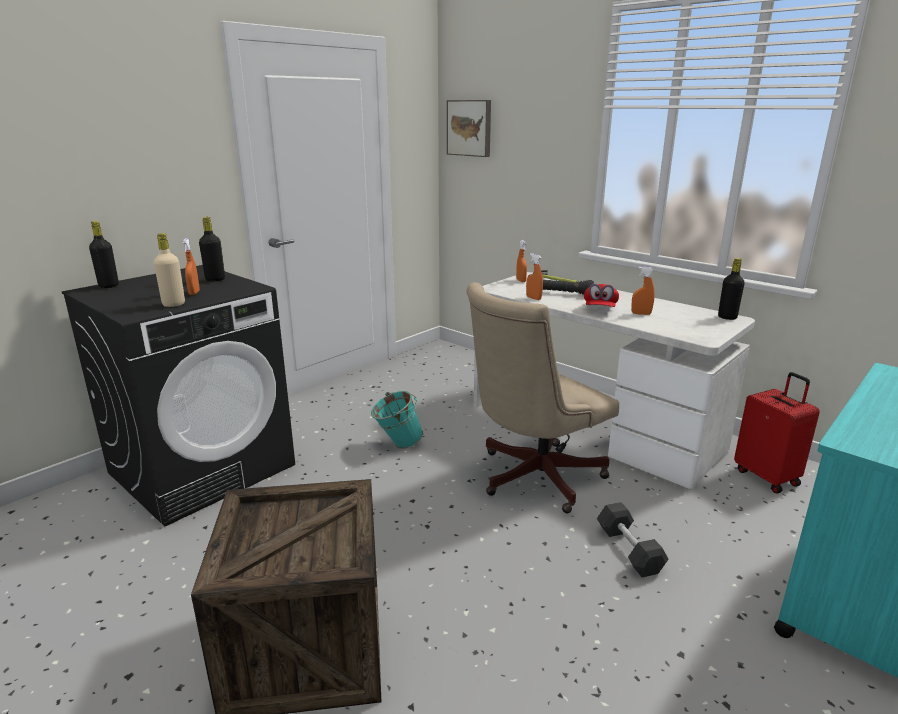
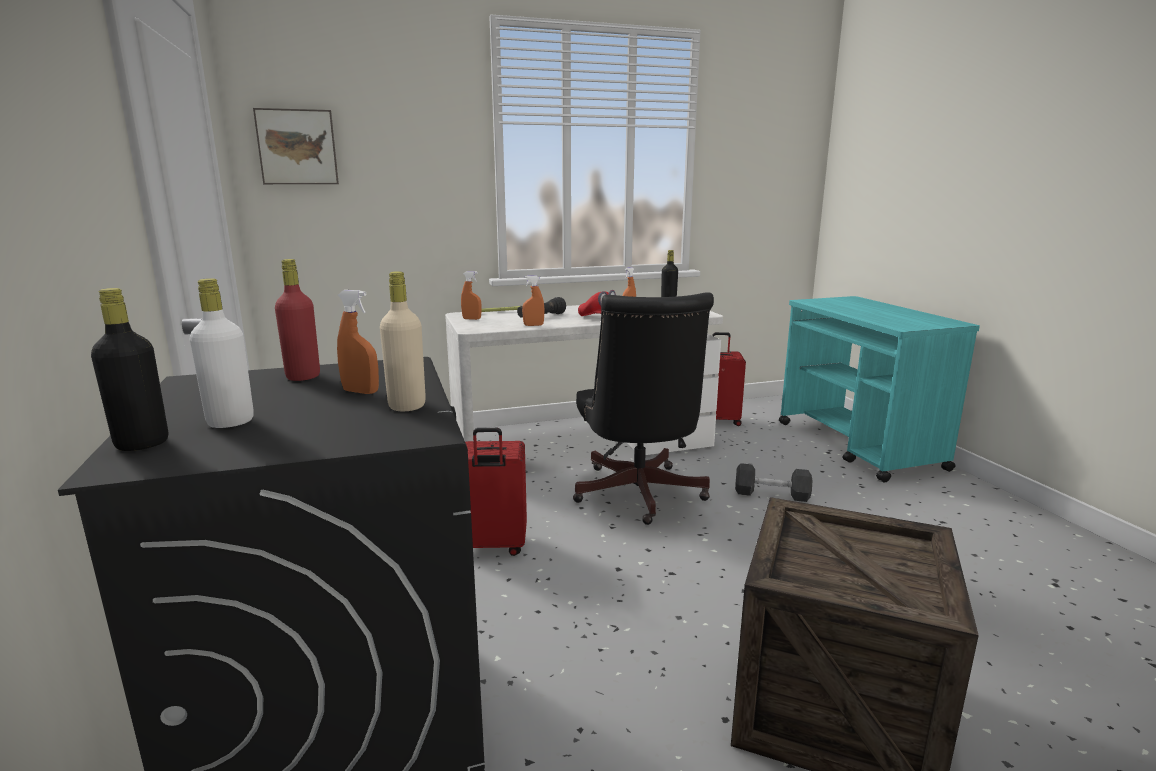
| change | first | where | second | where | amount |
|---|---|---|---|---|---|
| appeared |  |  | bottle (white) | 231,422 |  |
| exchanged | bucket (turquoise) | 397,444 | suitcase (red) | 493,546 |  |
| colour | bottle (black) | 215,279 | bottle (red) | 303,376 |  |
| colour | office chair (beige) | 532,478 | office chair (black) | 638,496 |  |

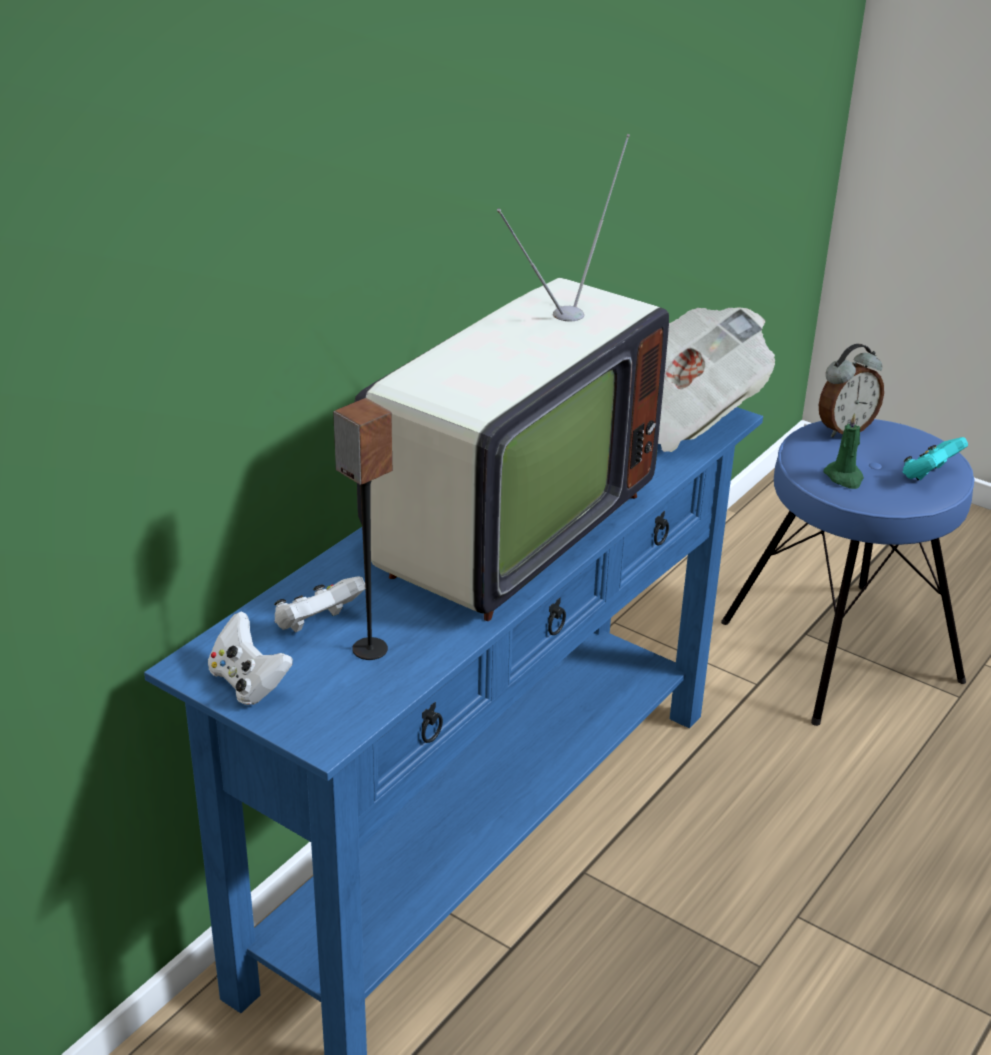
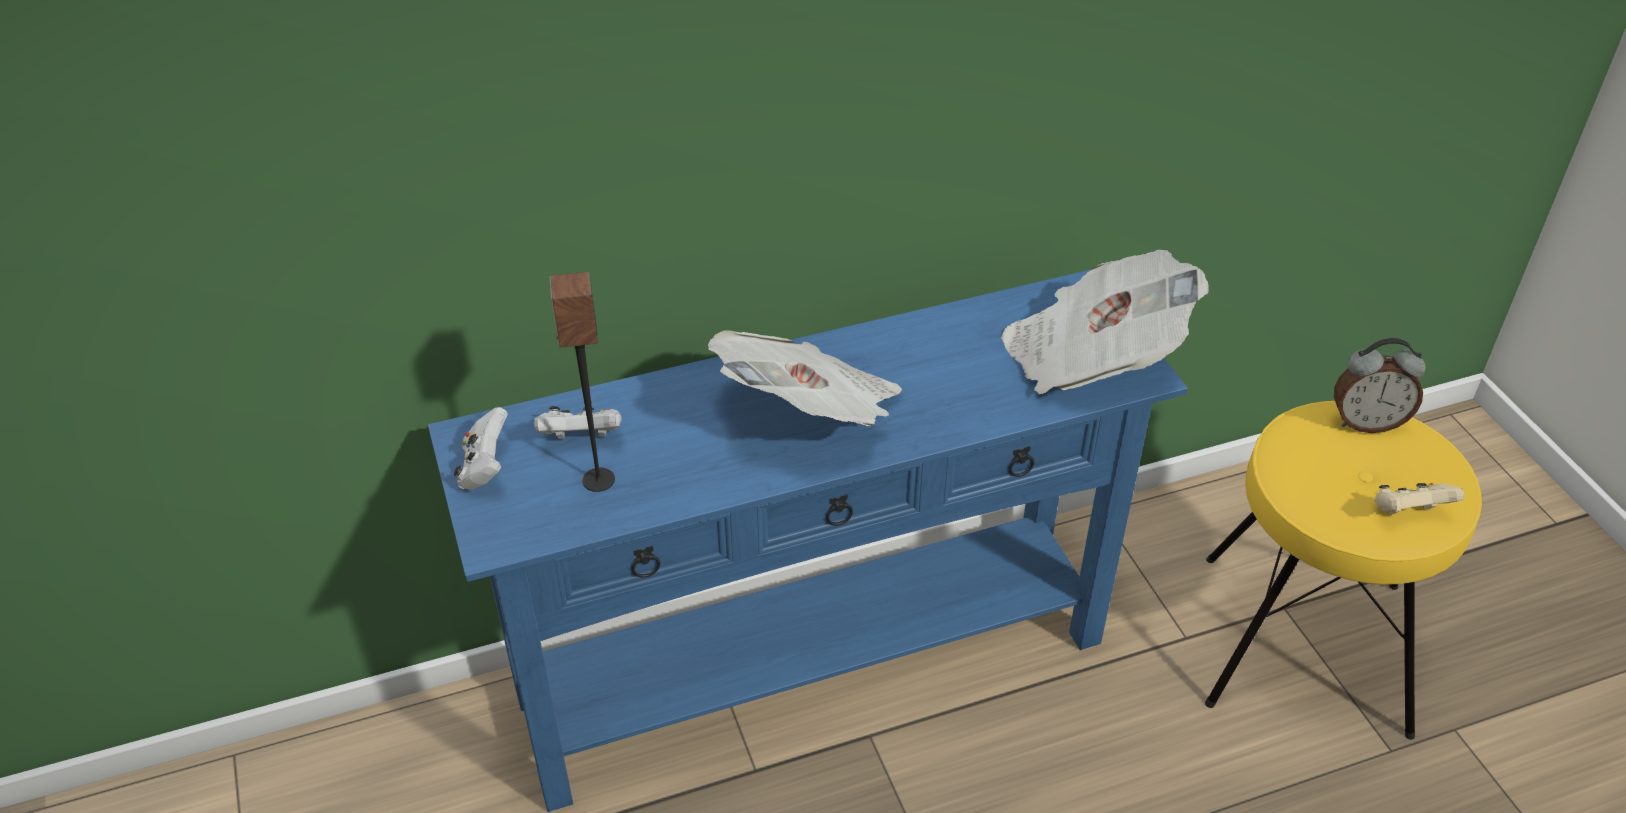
| change | first | where | second | where | amount |
|---|---|---|---|---|---|
| missing | candle (green) | 844,477 |  |  |  |
| exchanged | television | 501,532 | newspaper | 811,414 |  |
| colour | stool (blue) | 840,650 | stool (yellow) | 1306,642 |  |
| colour | game controller (turquoise) | 929,475 | game controller (beige) | 1409,513 |  |

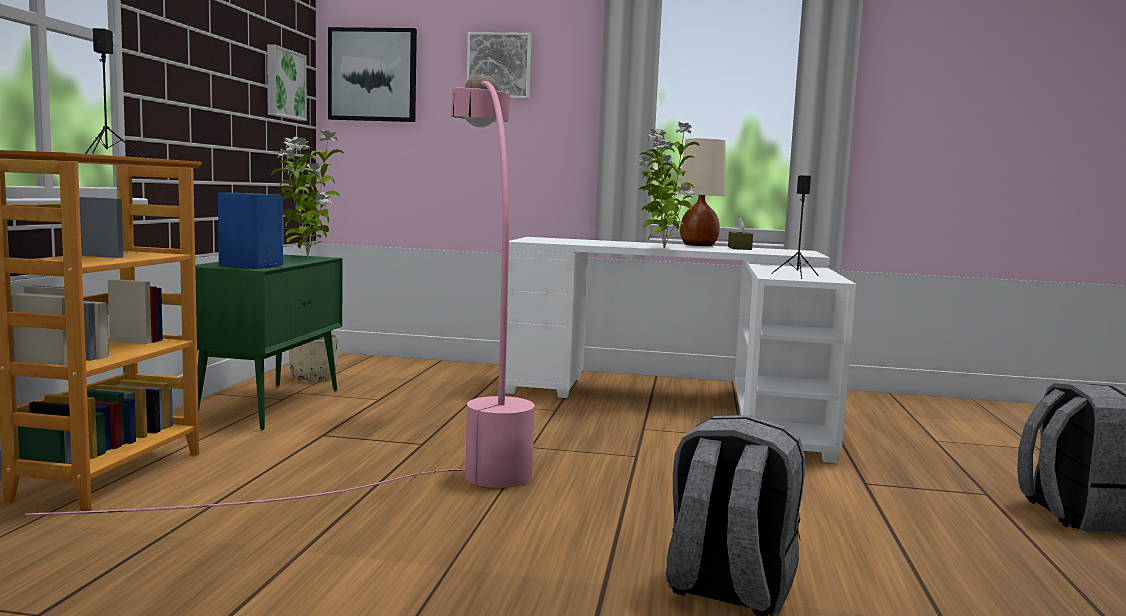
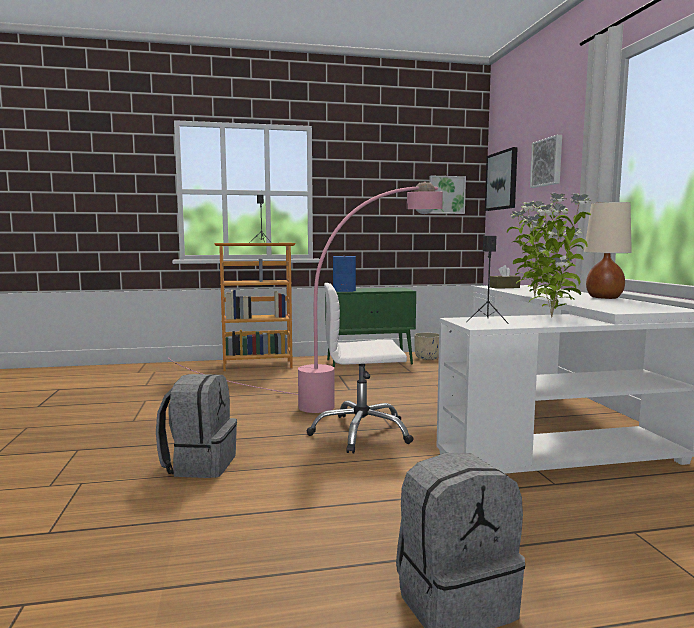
| change | first | where | second | where | amount |
|---|---|---|---|---|---|
| appeared |  |  | office chair (white) | 361,433 |  |
| relocated | potted plant | 306,257 |  | 551,317 |  |
| relocated | tissue box (brown) | 739,248 |  | 504,287 |  |

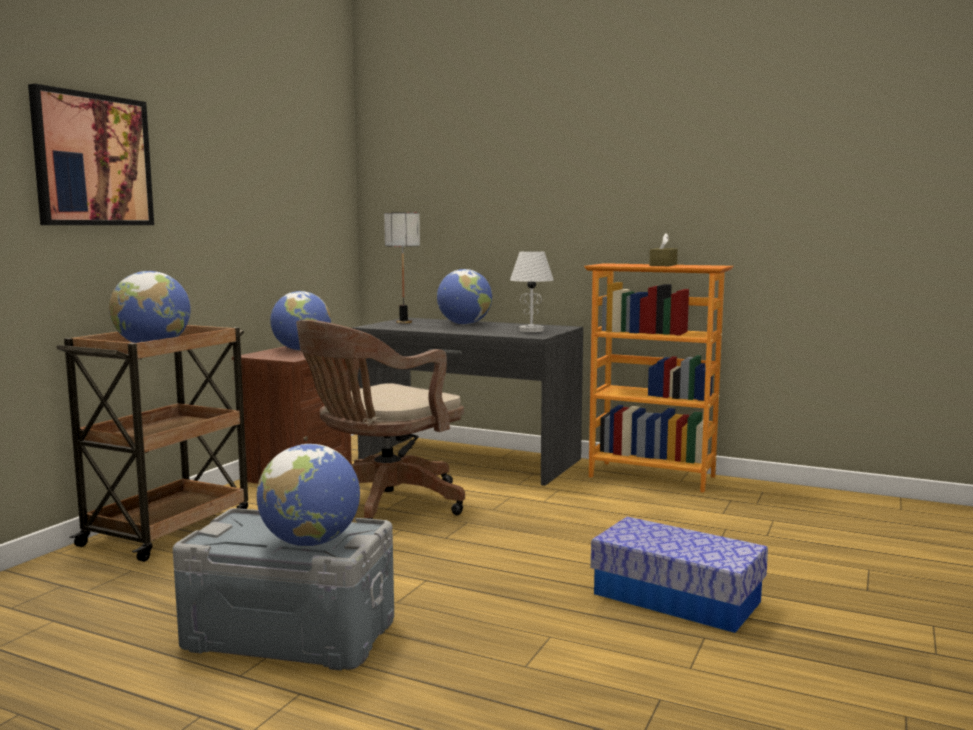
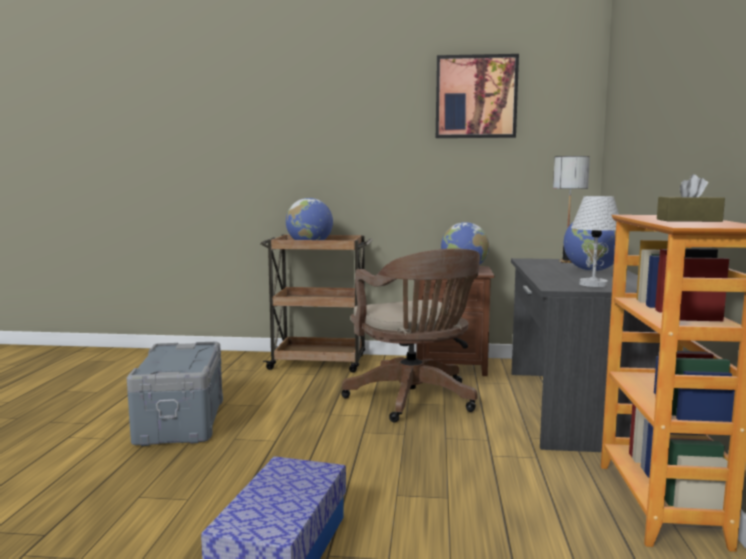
| change | first | where | second | where | amount |
|---|---|---|---|---|---|
| missing | globe | 310,542 |  |  |  |
| relocated | picture | 92,160 |  | 476,97 |  |
| spun | office chair (brown) | 381,504 |  | 414,400 | 135 degrees counterclockwise |

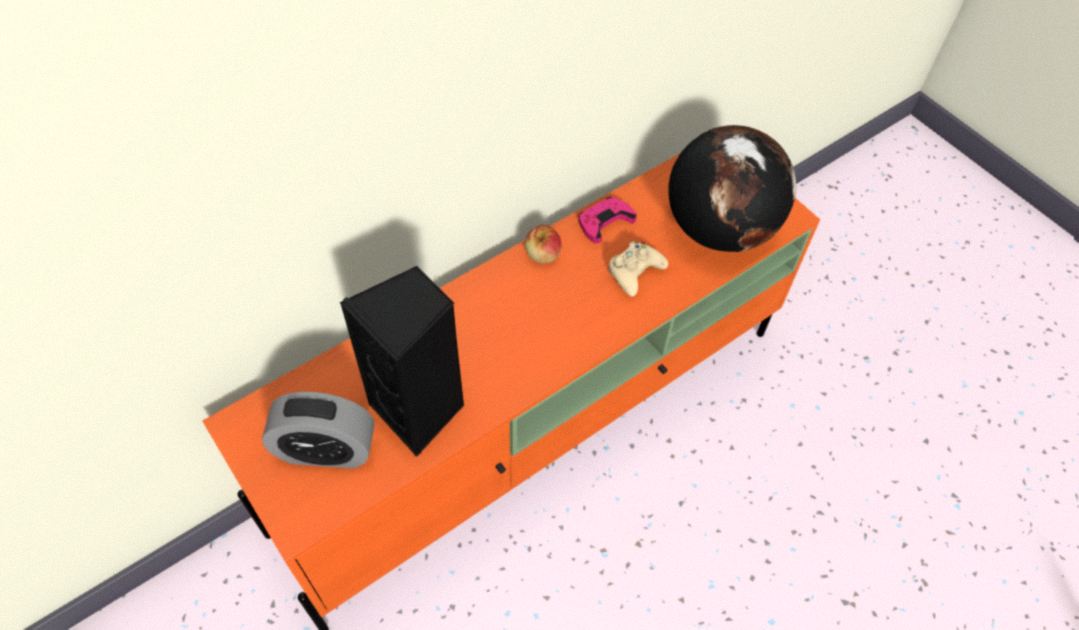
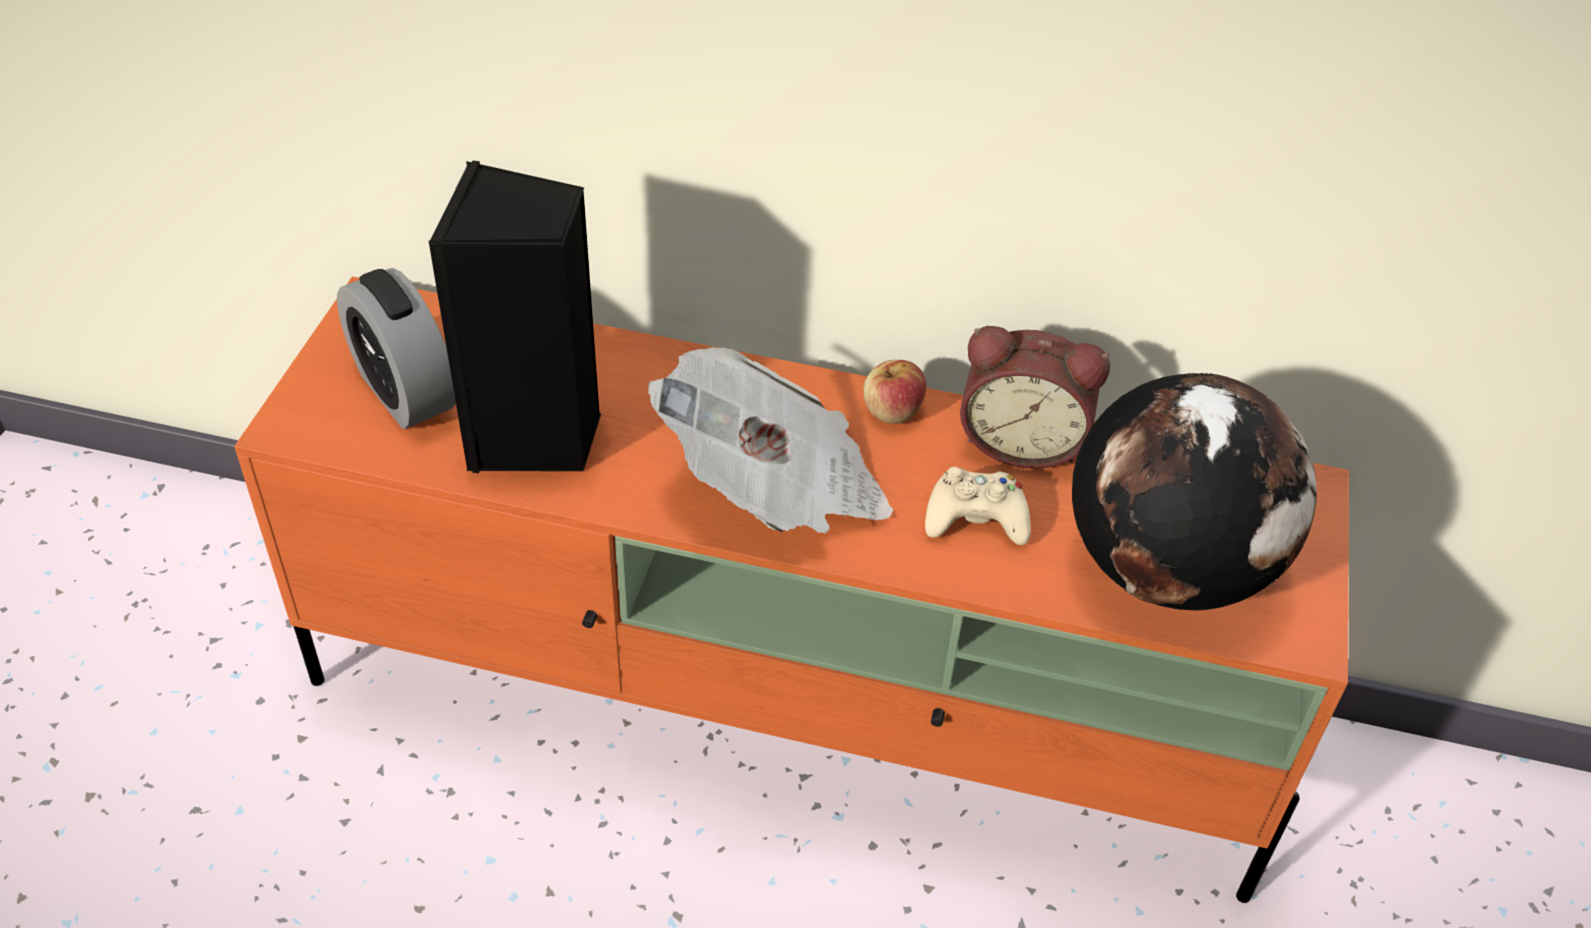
| change | first | where | second | where | amount |
|---|---|---|---|---|---|
| appeared |  |  | newspaper | 774,488 |  |
| exchanged | game controller (pink) | 605,222 | alarm clock | 1022,440 |  |

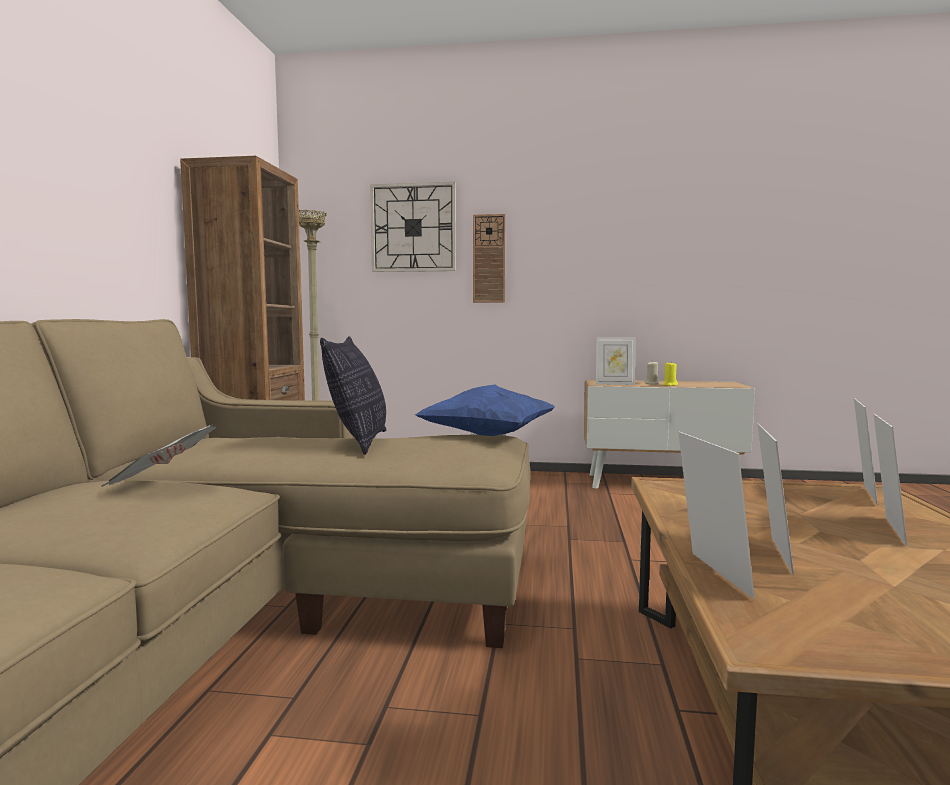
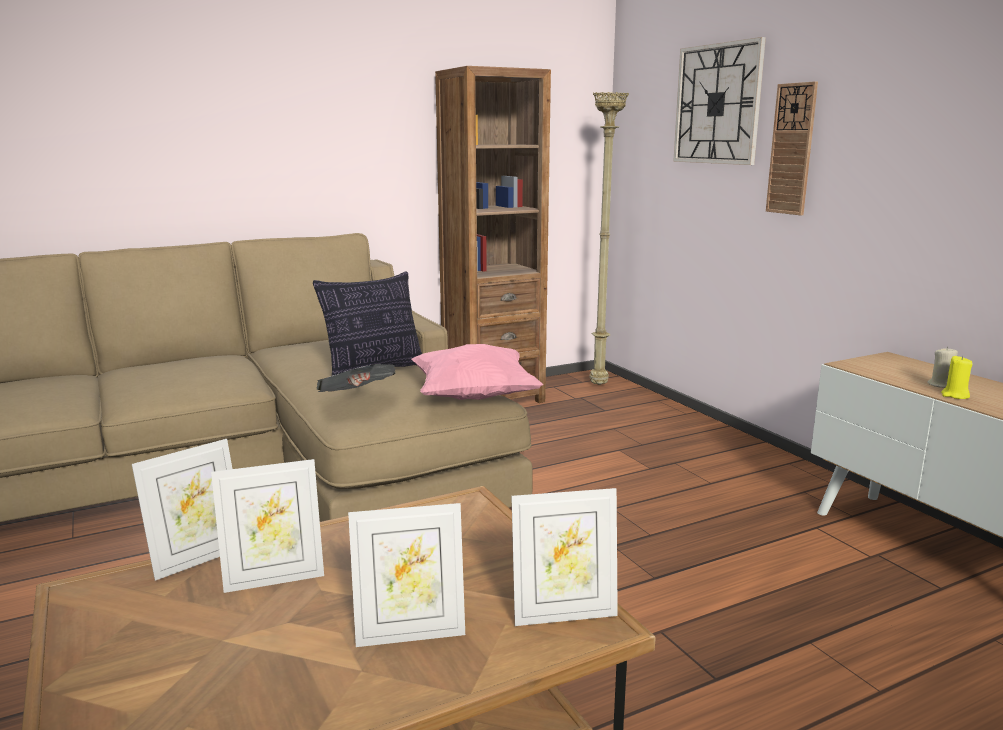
| change | first | where | second | where | amount |
|---|---|---|---|---|---|
| missing | picture frame | 614,384 |  |  |  |
| relocated | newspaper | 162,484 |  | 356,400 |  |
| colour | pillow (blue) | 487,436 | pillow (pink) | 474,397 |  |

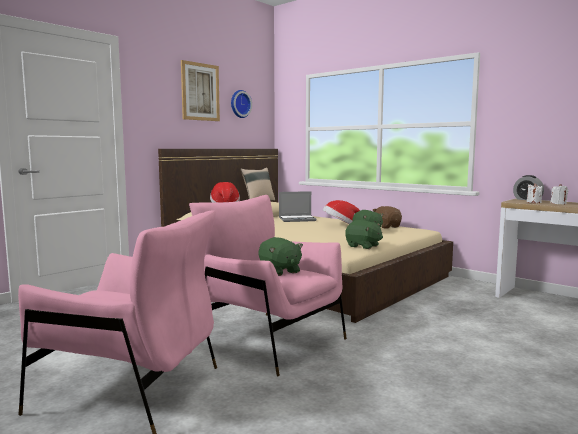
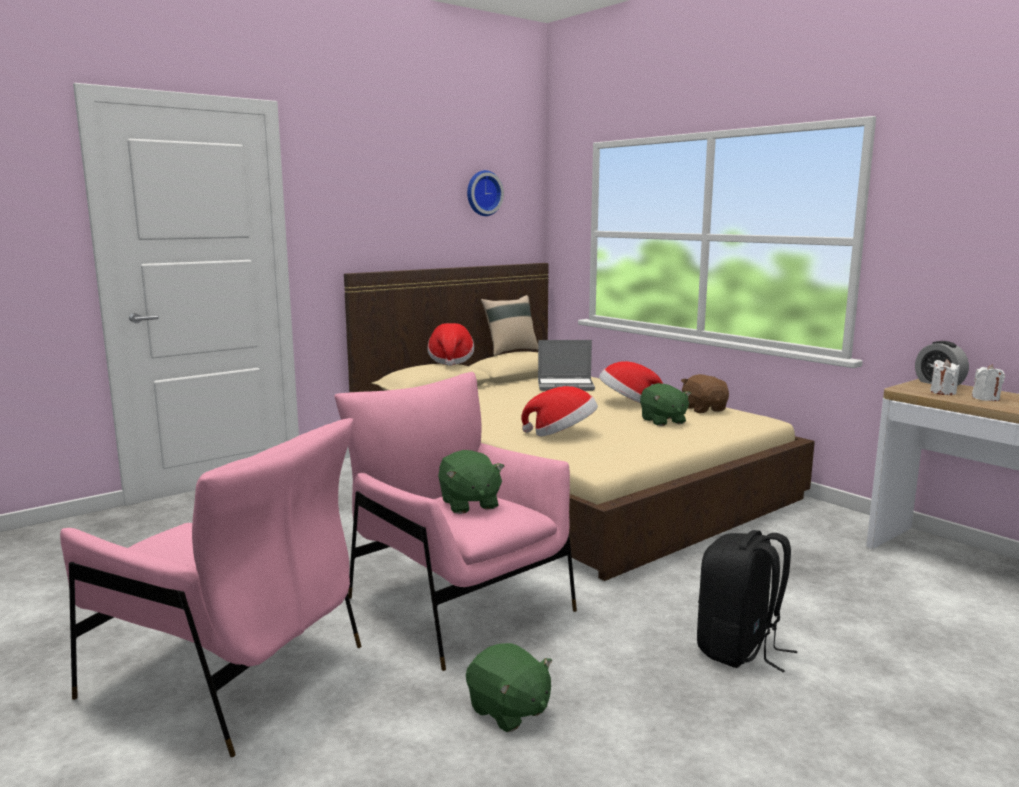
| change | first | where | second | where | amount |
|---|---|---|---|---|---|
| missing | picture | 200,92 |  |  |  |
| appeared |  |  | hat | 562,434 |  |
| appeared |  |  | backpack (black) | 739,649 |  |
| relocated | plush toy (green) | 363,246 |  | 508,710 |  |

